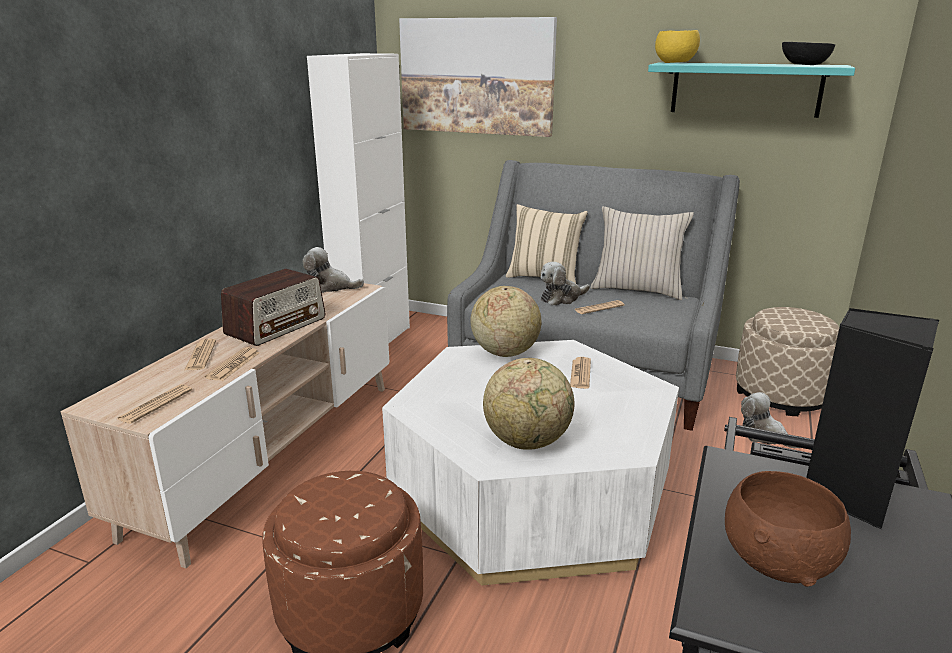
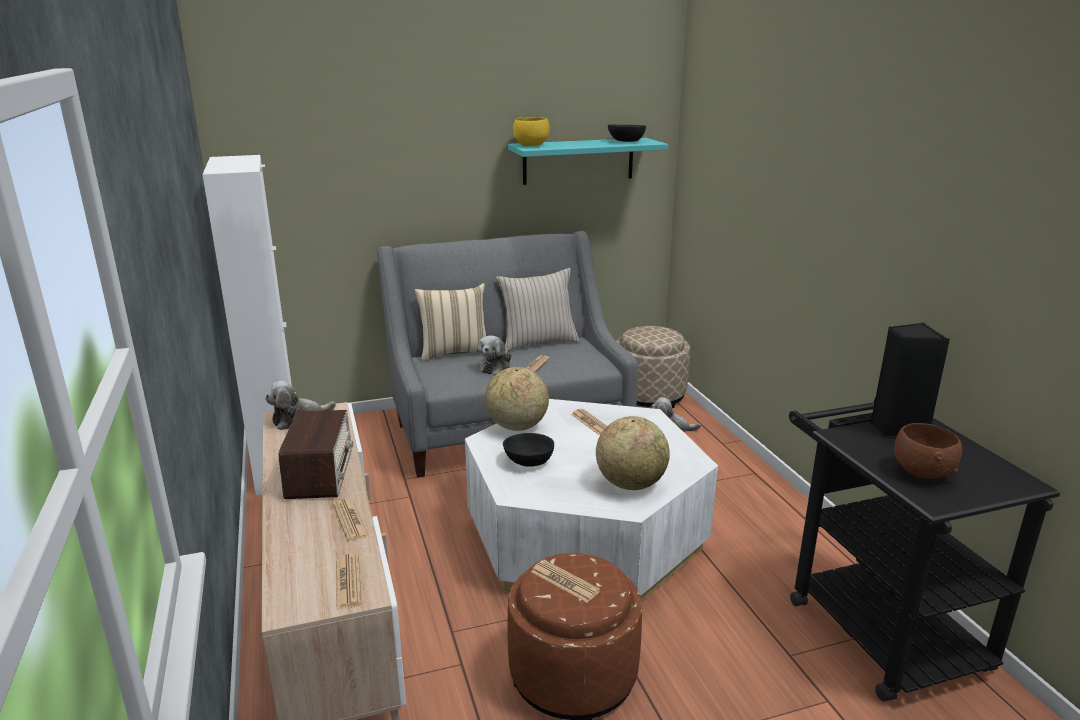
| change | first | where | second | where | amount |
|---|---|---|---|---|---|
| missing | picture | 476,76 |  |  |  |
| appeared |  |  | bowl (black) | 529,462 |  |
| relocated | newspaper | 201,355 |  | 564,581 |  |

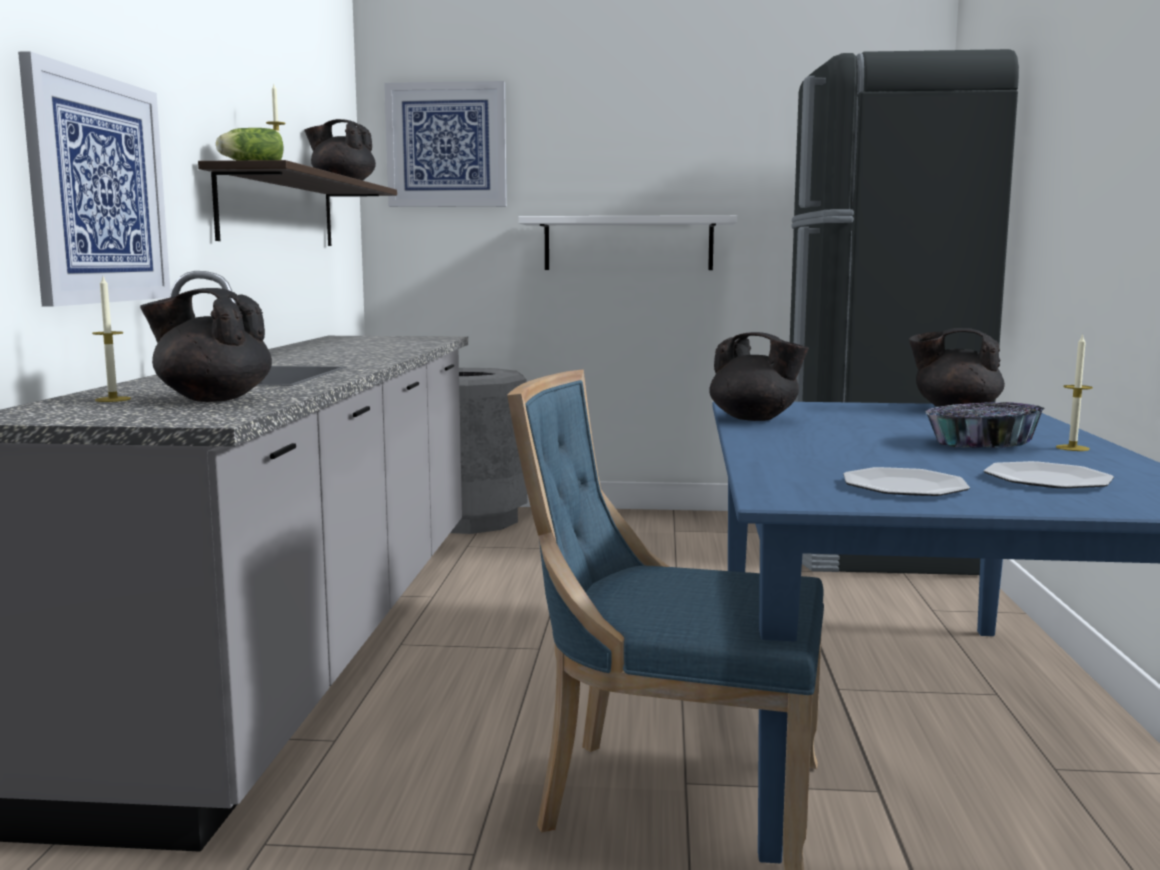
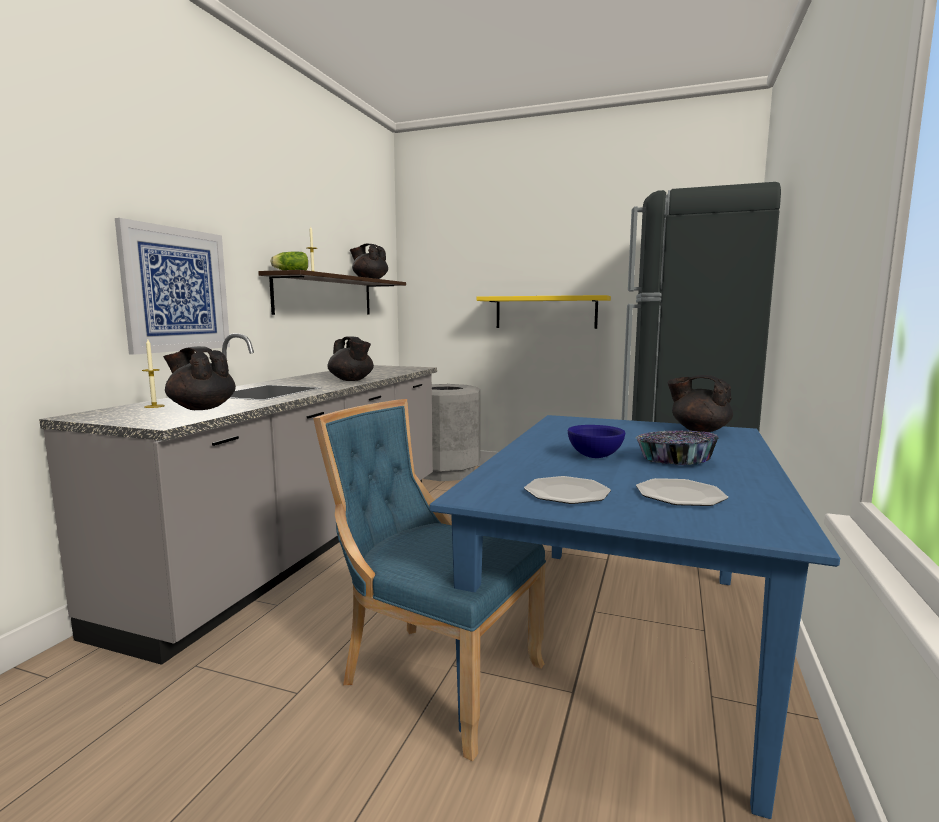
| change | first | where | second | where | amount |
|---|---|---|---|---|---|
| missing | picture | 446,145 |  |  |  |
| missing | candle | 1072,448 |  |  |  |
| appeared |  |  | bowl (blue) | 594,456 |  |
| relocated | teapot (black) | 754,419 |  | 351,380 |  |
| colour | shelf (white) | 628,244 | shelf (yellow) | 545,312 |  |

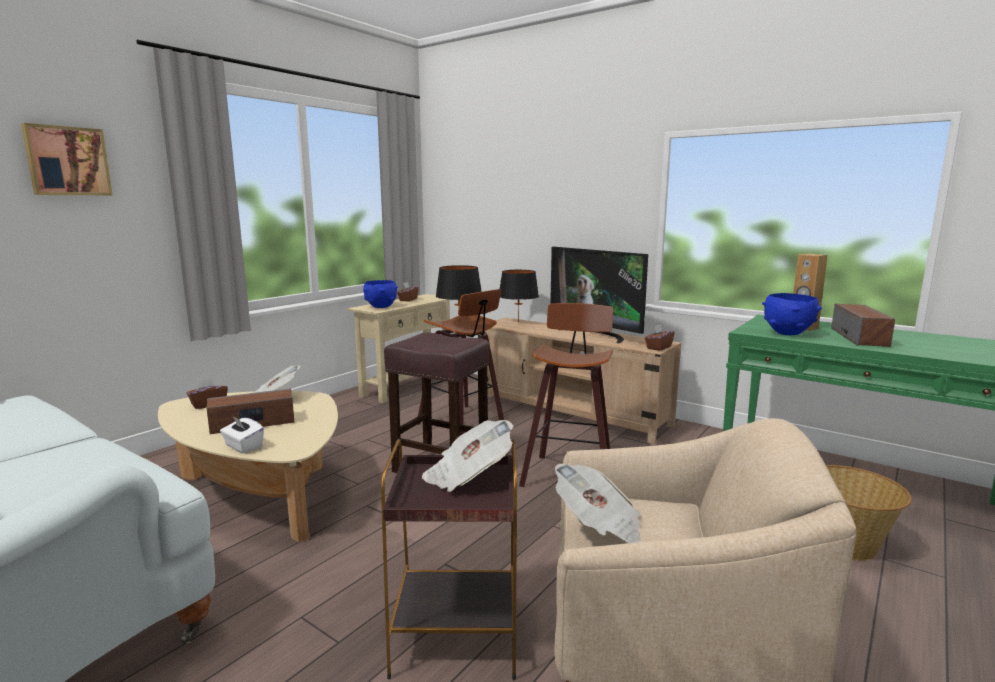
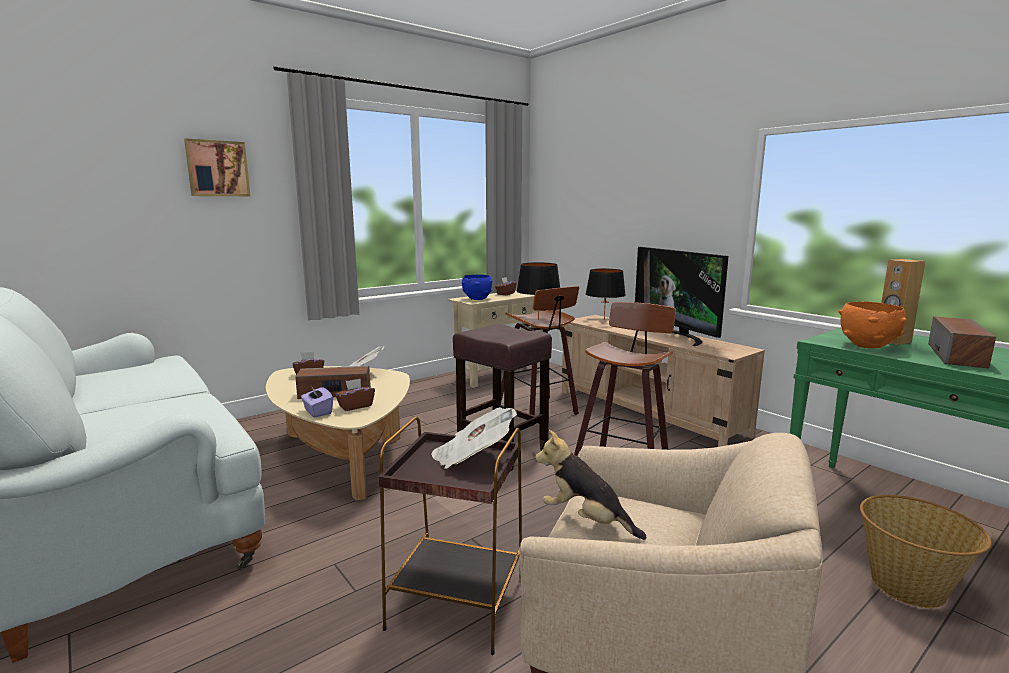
| change | first | where | second | where | amount |
|---|---|---|---|---|---|
| relocated | tissue box (brown) | 658,347 |  | 355,406 |  |
| exchanged | newspaper | 599,525 | plush toy | 586,520 |  |
| colour | tissue box (white) | 243,446 | tissue box (purple) | 317,412 |  |
| colour | bowl (blue) | 788,333 | bowl (orange) | 867,346 |  |

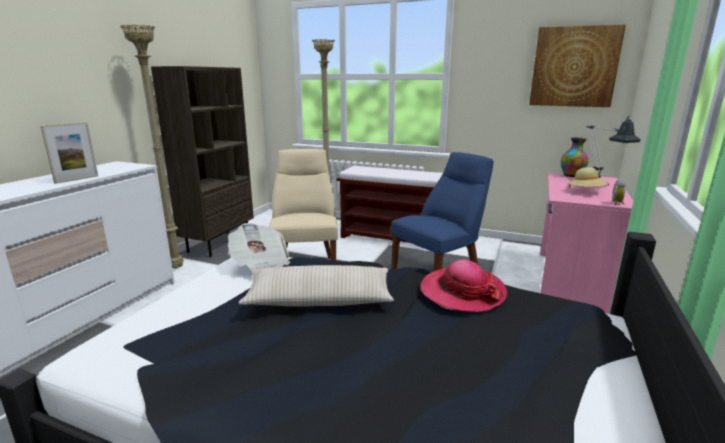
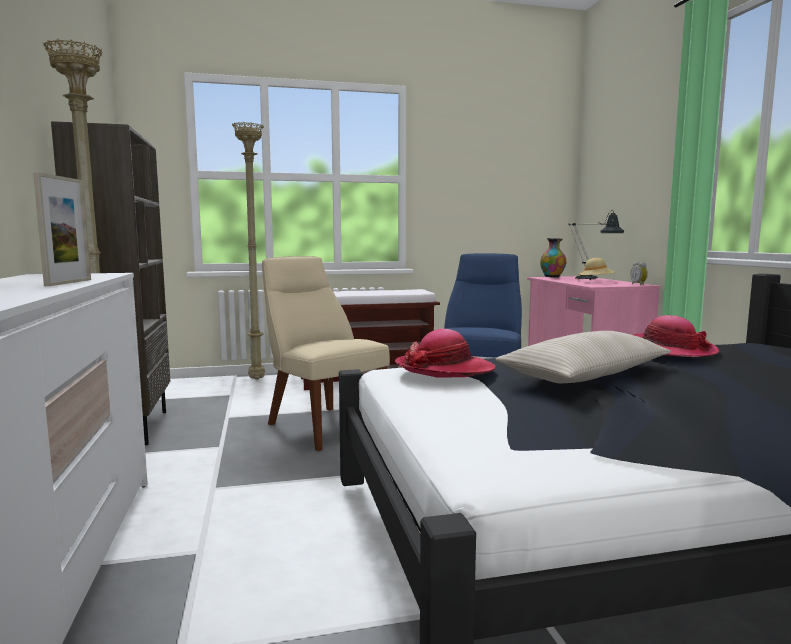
| change | first | where | second | where | amount |
|---|---|---|---|---|---|
| missing | picture | 574,67 |  |  |  |
| exchanged | newspaper | 260,265 | hat | 444,369 |  |

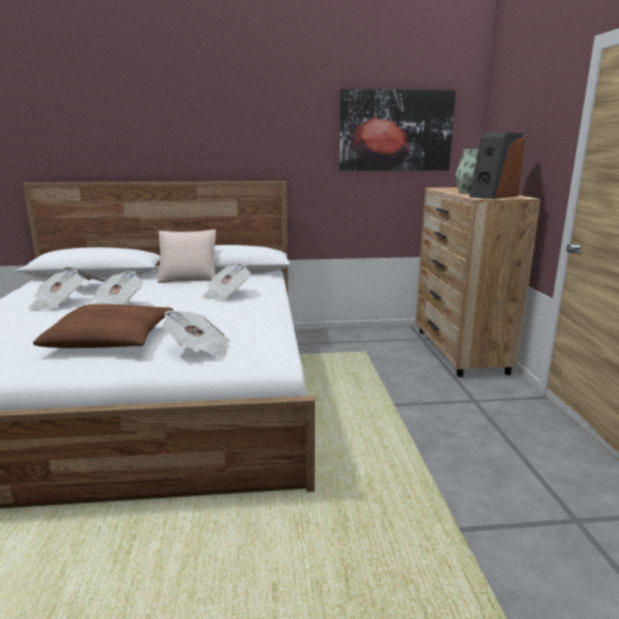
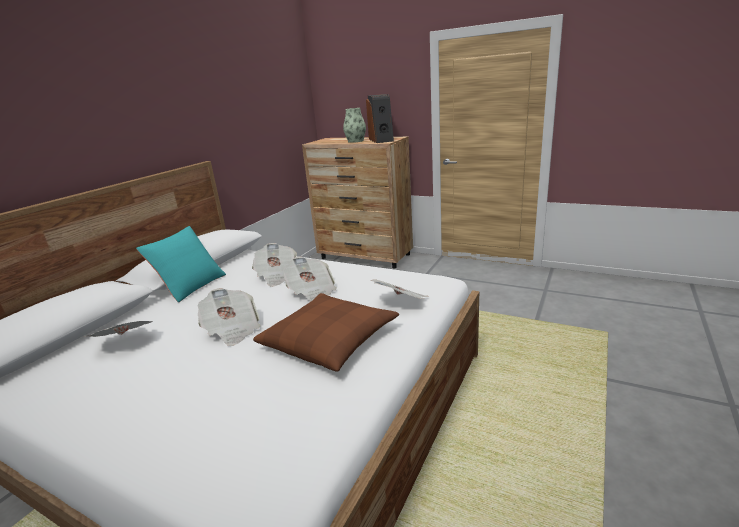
| change | first | where | second | where | amount |
|---|---|---|---|---|---|
| missing | picture | 395,131 |  |  |  |
| relocated | newspaper | 57,303 |  | 311,292 |  |
| colour | pillow (beige) | 189,278 | pillow (turquoise) | 190,285 |  |

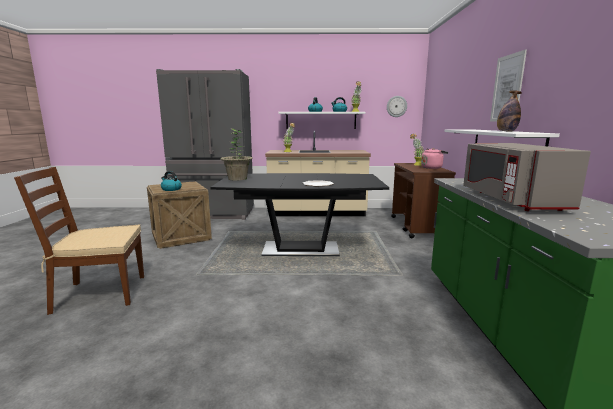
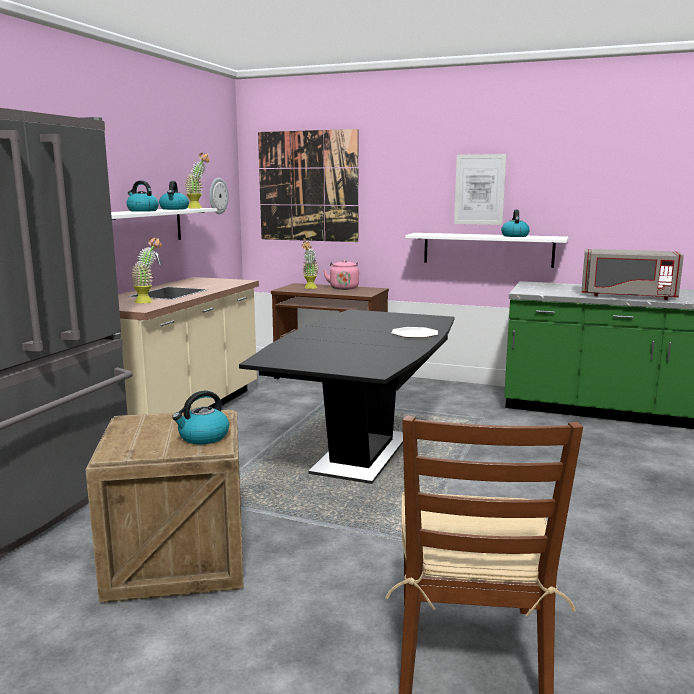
| change | first | where | second | where | amount |
|---|---|---|---|---|---|
| missing | potted plant | 237,179 |  |  |  |
| appeared |  |  | picture | 308,186 |  |
| exchanged | bottle | 506,131 | kettle | 514,236 |  |

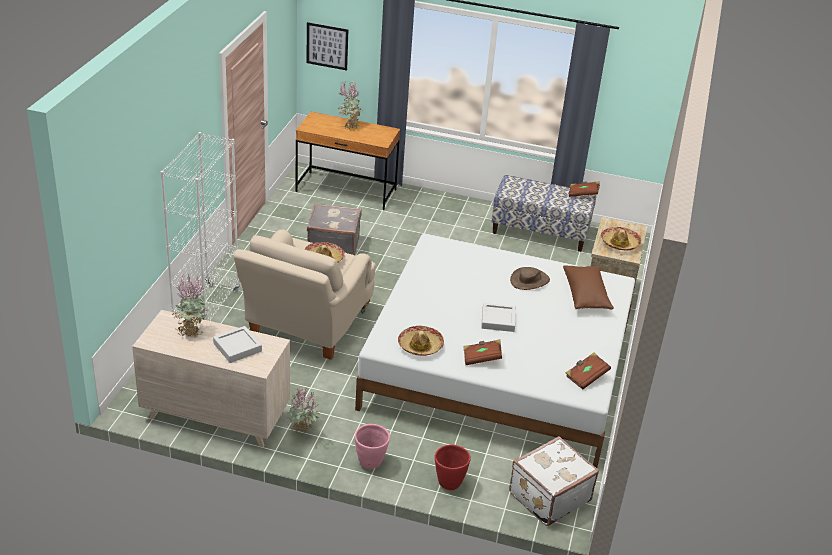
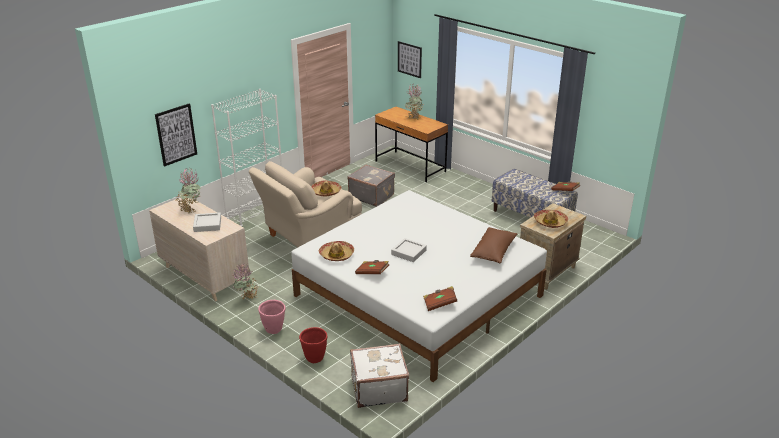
| change | first | where | second | where | amount |
|---|---|---|---|---|---|
| missing | hat (brown) | 529,280 |  |  |  |
| appeared |  |  | picture | 176,134 |  |

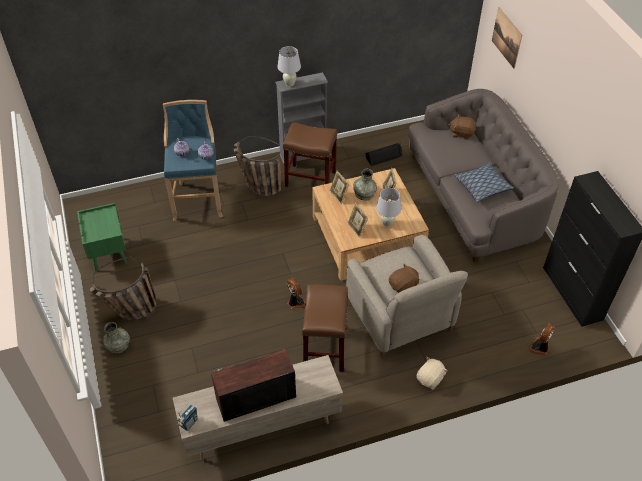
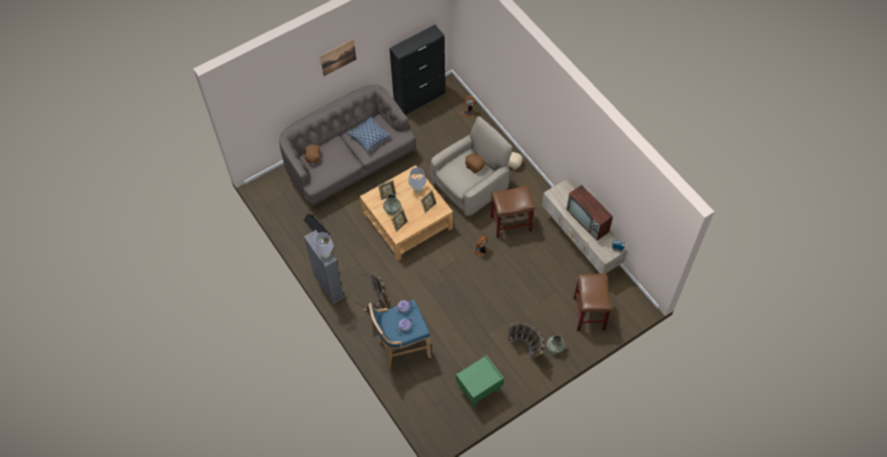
| change | first | where | second | where | amount |
|---|---|---|---|---|---|
| relocated | stool (brown) | 310,179 |  | 589,314 |  |
| relocated | picture | 506,37 |  | 338,57 |  |

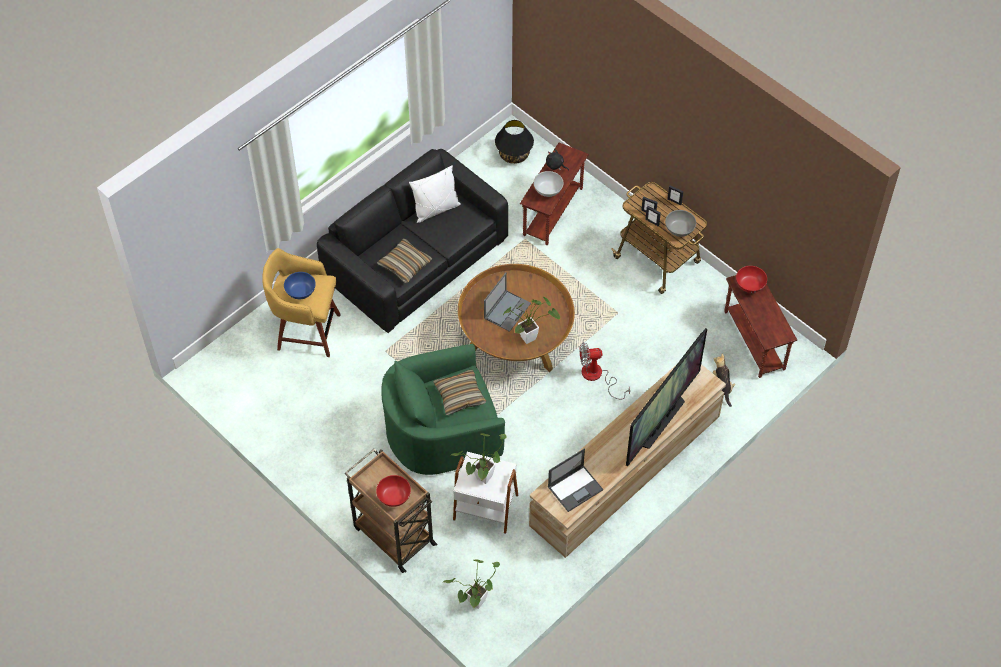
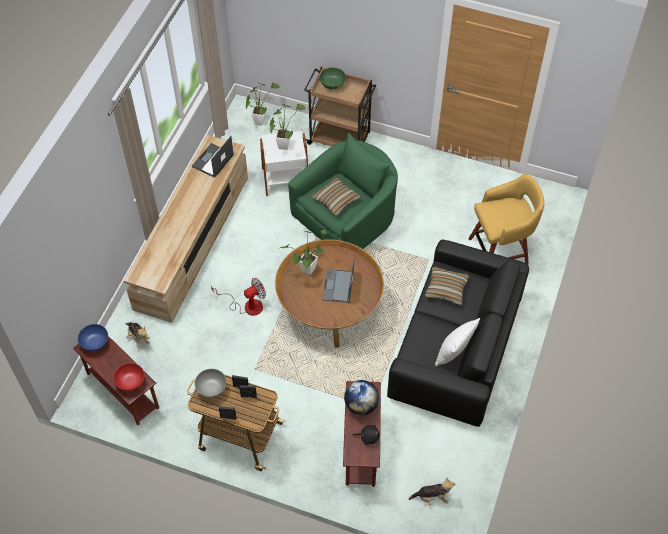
| change | first | where | second | where | amount |
|---|---|---|---|---|---|
| missing | television | 661,421 |  |  |  |
| relocated | bowl (blue) | 300,292 |  | 95,343 |  |
| exchanged | table lamp (black) | 514,155 | plush toy | 432,497 |  |
| exchanged | bowl (white) | 547,191 | globe | 361,405 |  |
| colour | bowl (red) | 394,497 | bowl (green) | 332,84 |  |

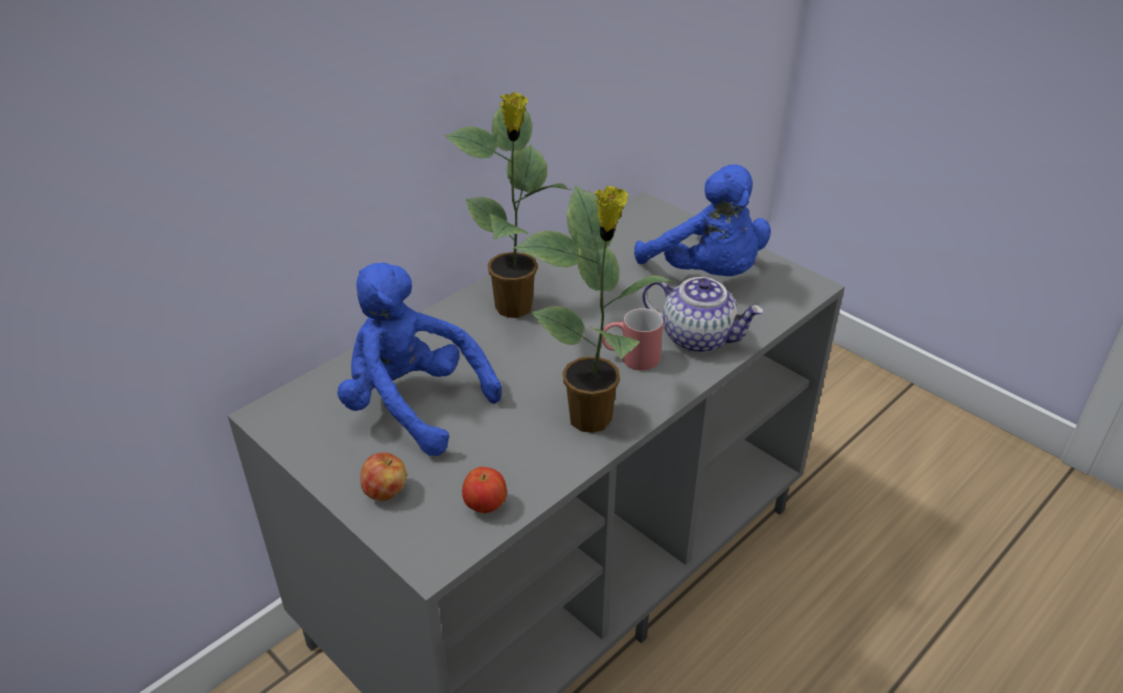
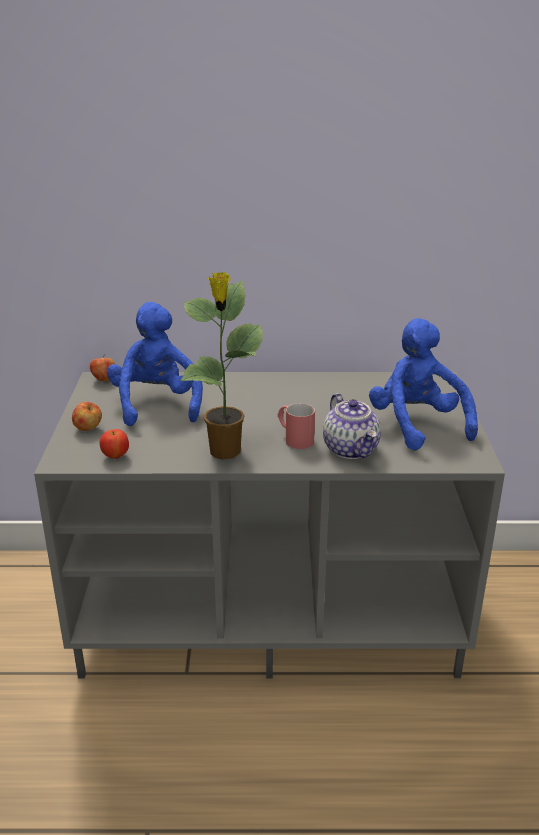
| change | first | where | second | where | amount |
|---|---|---|---|---|---|
| missing | potted plant | 515,308 |  |  |  |
| appeared |  |  | apple | 104,380 |  |
| spun | plush toy (blue) | 707,274 |  | 417,425 | 150 degrees clockwise |

